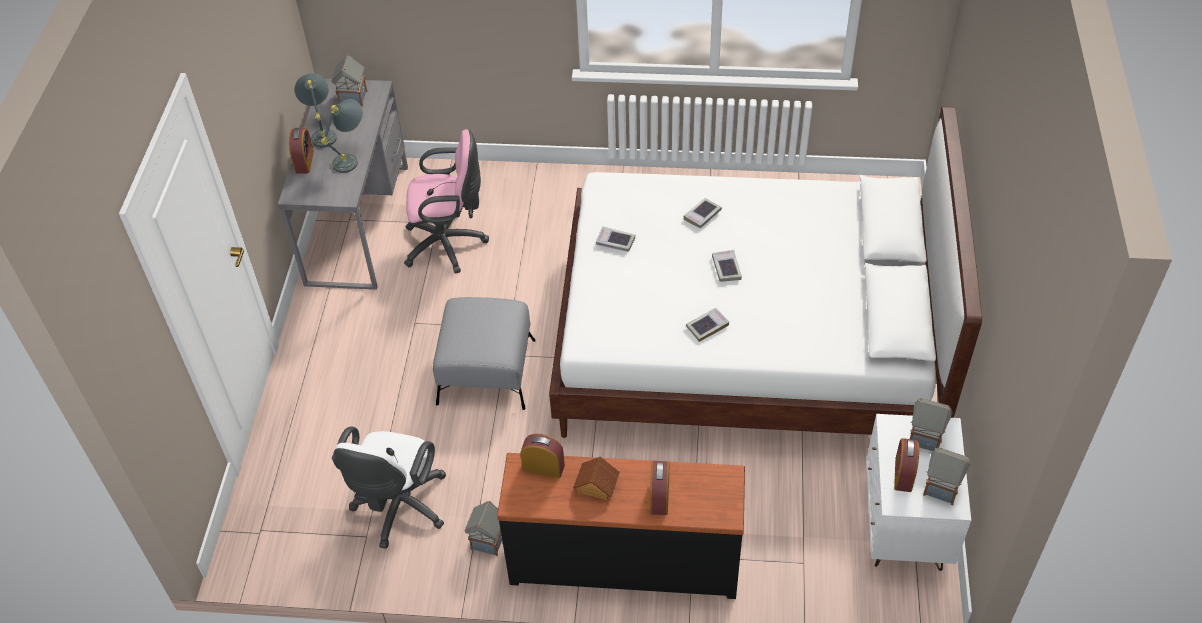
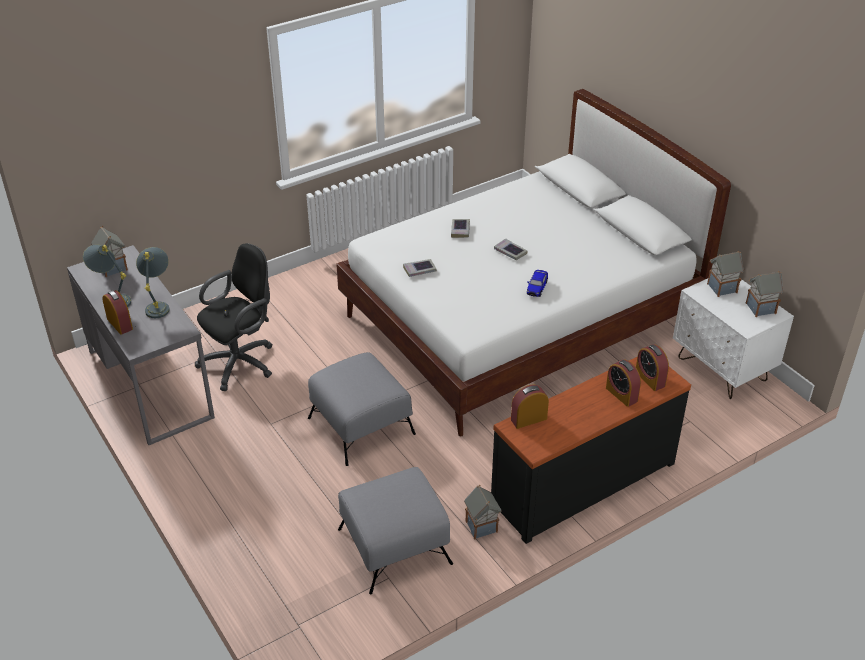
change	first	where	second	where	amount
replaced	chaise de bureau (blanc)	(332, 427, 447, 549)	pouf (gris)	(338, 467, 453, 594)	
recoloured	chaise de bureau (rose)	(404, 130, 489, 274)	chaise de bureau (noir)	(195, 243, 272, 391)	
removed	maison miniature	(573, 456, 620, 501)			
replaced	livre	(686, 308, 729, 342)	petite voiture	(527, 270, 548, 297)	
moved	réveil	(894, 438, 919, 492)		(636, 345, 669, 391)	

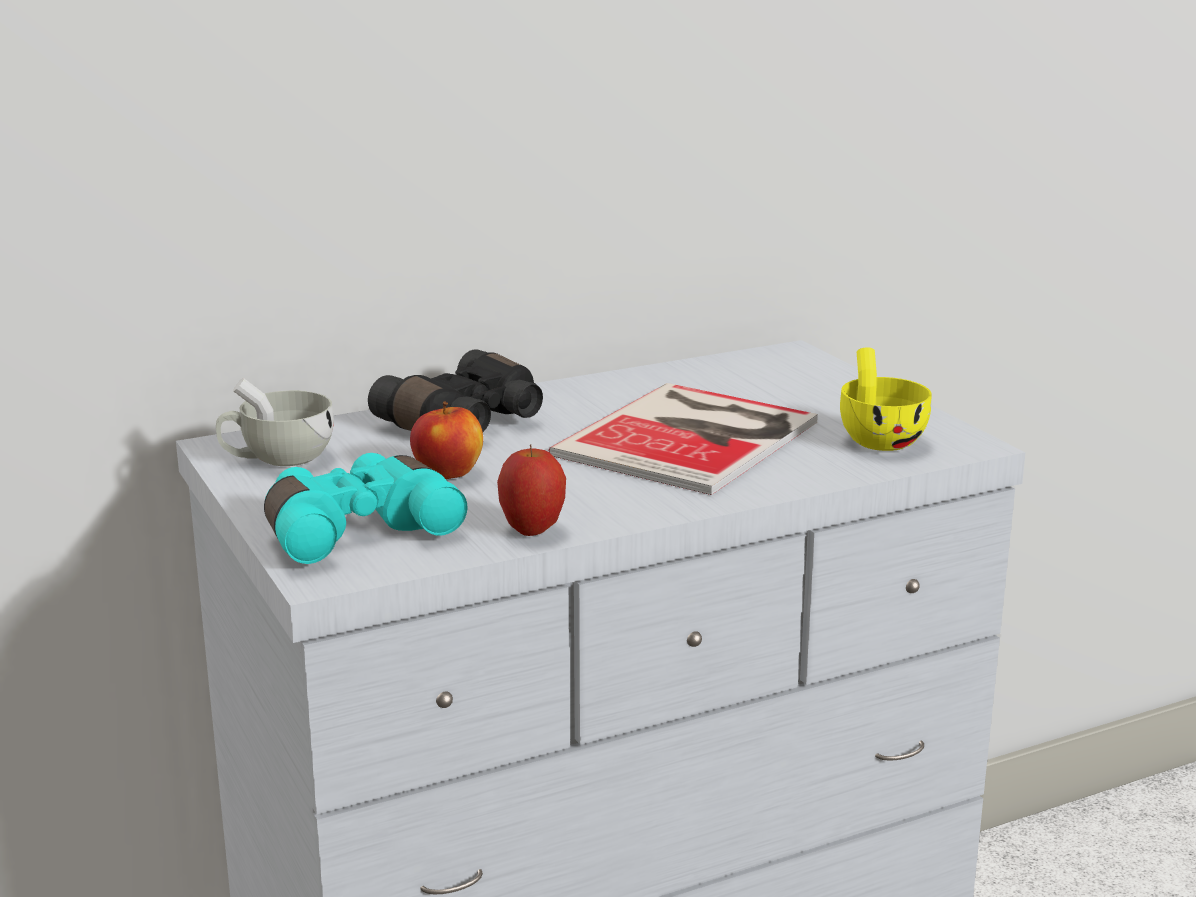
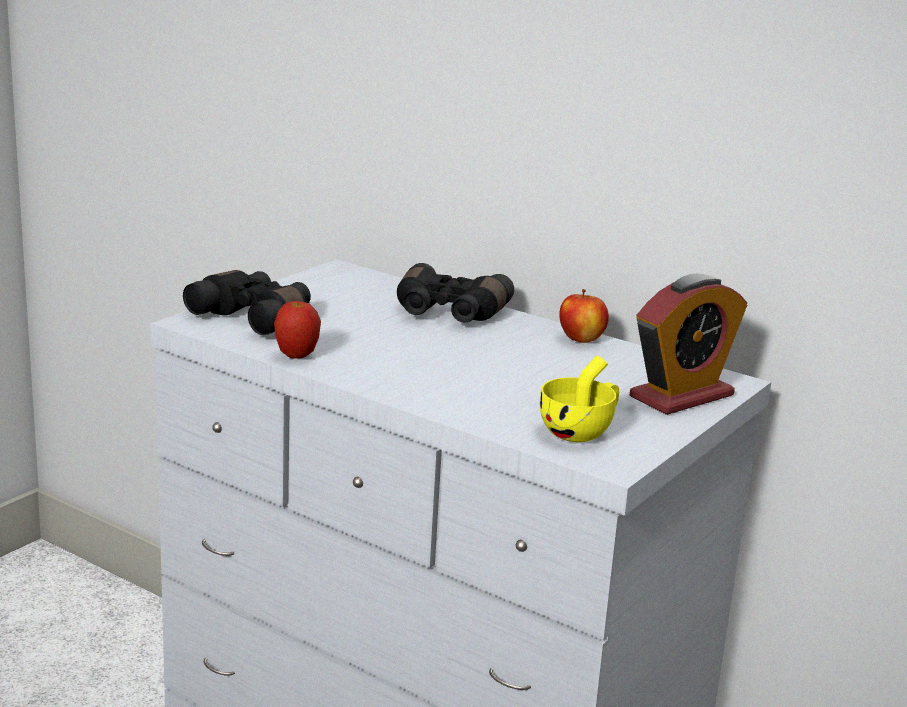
change	first	where	second	where	amount
removed	tasse (blanc)	(216, 378, 334, 466)			
recoloured	jumelles (turquoise)	(264, 453, 467, 564)	jumelles (noir)	(183, 270, 311, 335)	
moved	pomme	(410, 402, 483, 479)		(559, 289, 609, 343)	
removed	livre	(549, 383, 818, 495)			
added			réveil	(630, 274, 747, 415)	

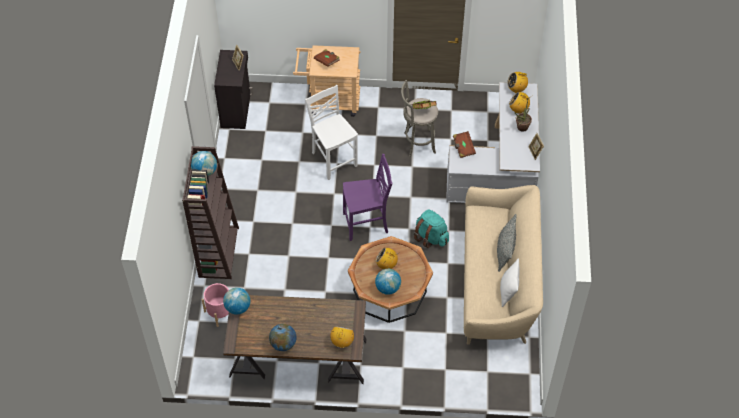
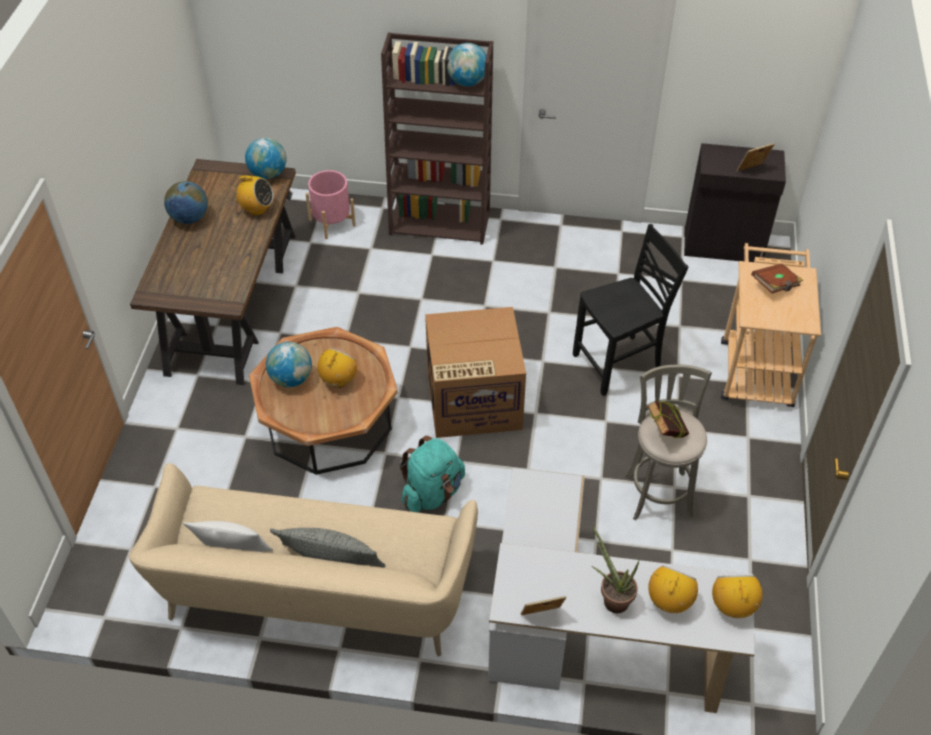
change	first	where	second	where	amount
recoloured	chaise (blanc)	(305, 85, 358, 180)	chaise (noir)	(573, 224, 689, 396)	
moved	radio	(330, 326, 354, 348)		(233, 175, 274, 215)	
replaced	chaise (violet)	(343, 154, 392, 241)	carton	(425, 307, 526, 438)	
removed	livre (marron)	(453, 131, 476, 158)			

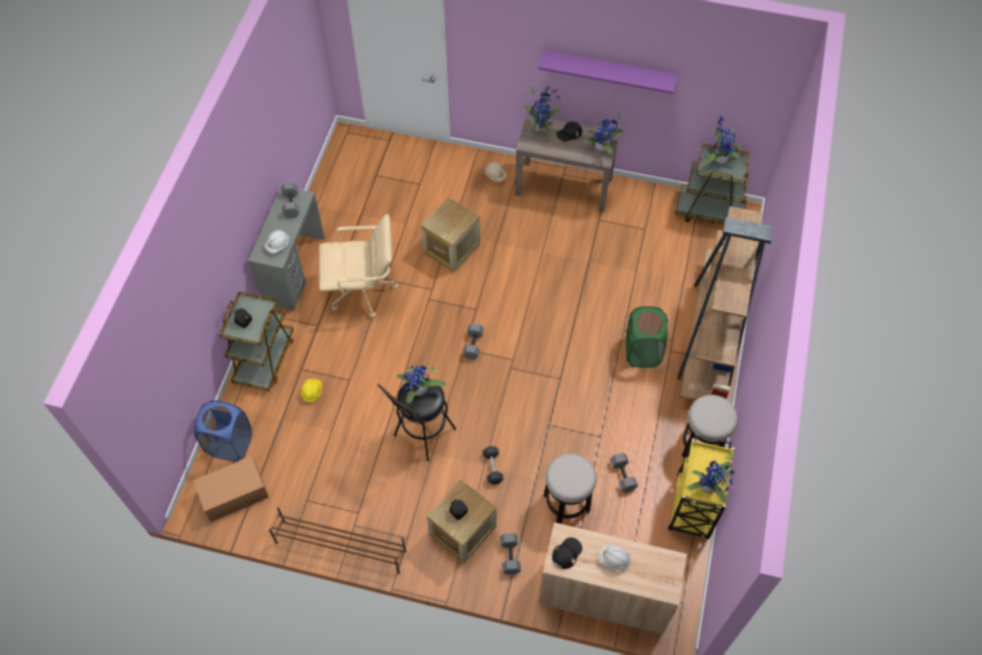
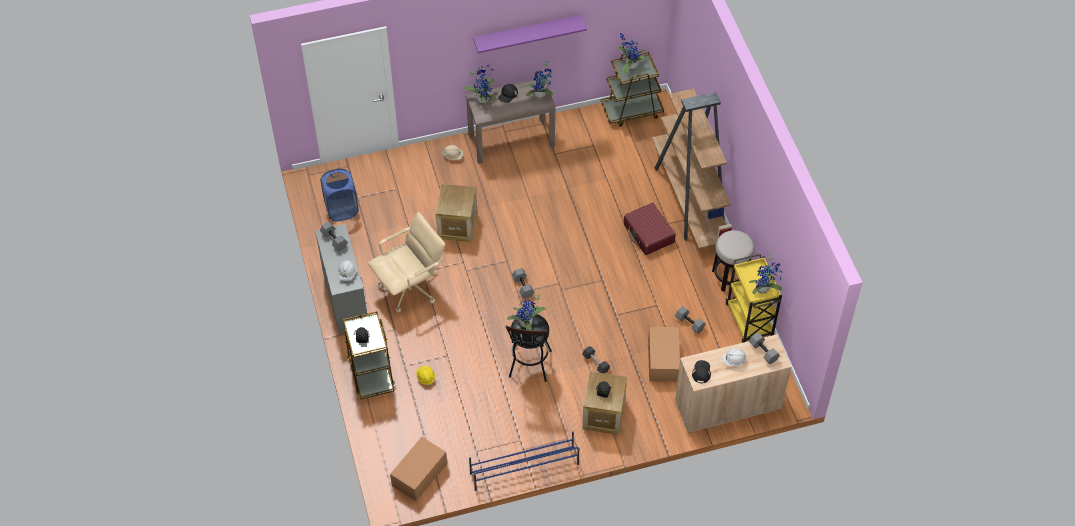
change	first	where	second	where	amount
moved	panier à linge (bleu)	(194, 400, 252, 462)		(321, 169, 359, 222)	
recoloured	étagère à chaussures (marron)	(269, 507, 407, 574)	étagère à chaussures (bleu)	(469, 432, 580, 491)	
moved	haltère (gris)	(500, 533, 521, 575)		(749, 332, 780, 365)	
replaced	tabouret	(544, 453, 597, 524)	carton	(648, 327, 680, 382)	
replaced	panier à linge (vert)	(626, 307, 668, 368)	valise (rouge)	(624, 203, 676, 255)	

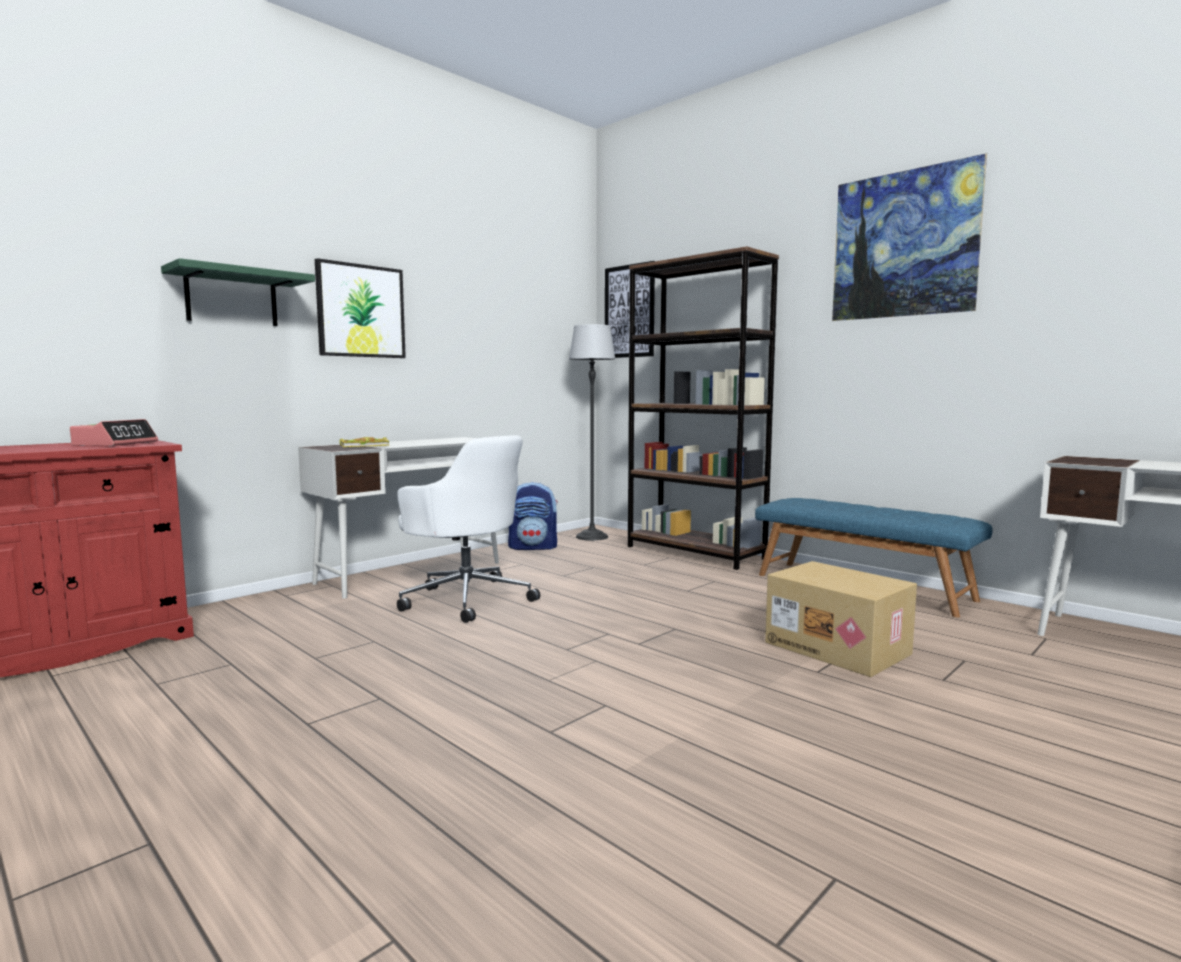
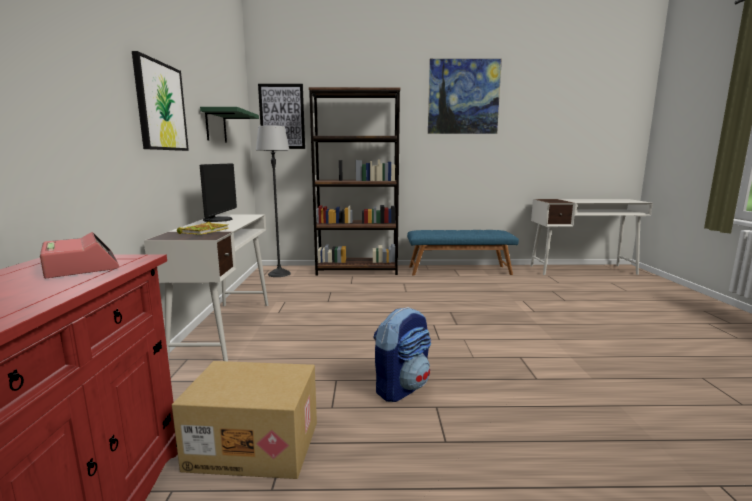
change	first	where	second	where	amount
moved	étagère (vert)	(161, 258, 315, 326)		(200, 107, 259, 142)	
removed	chaise de bureau (blanc)	(397, 435, 540, 623)			
moved	sac à dos	(508, 482, 558, 550)		(373, 307, 431, 402)	
moved	carton	(765, 561, 917, 677)		(172, 361, 317, 479)	
added			écran d'ordinateur	(200, 163, 237, 222)	

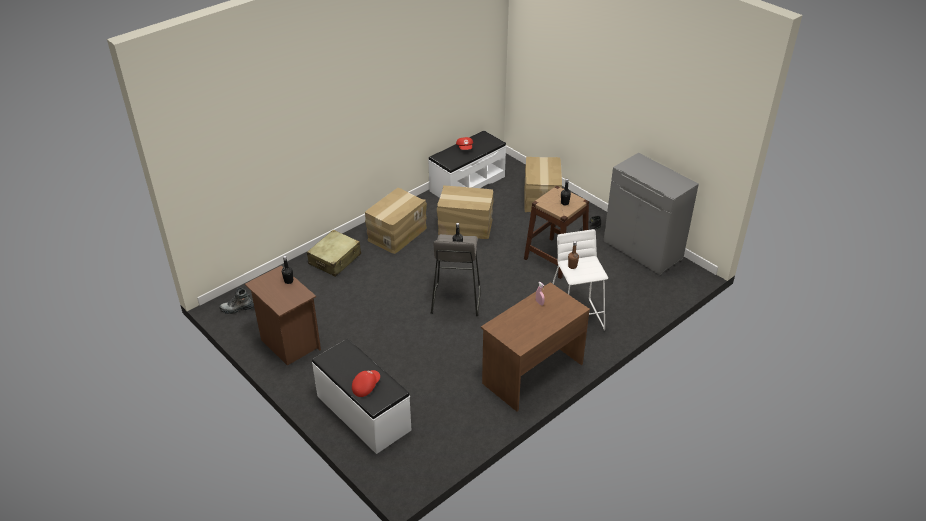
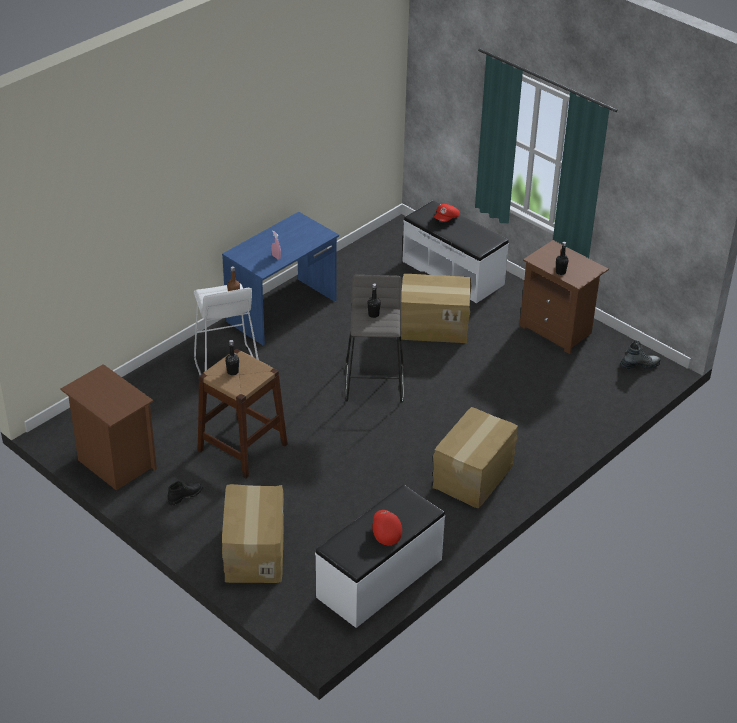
change	first	where	second	where	amount
removed	valise (beige)	(307, 230, 361, 277)			
moved	carton	(437, 186, 494, 239)		(401, 274, 471, 343)	
recoloured	bureau (marron)	(481, 282, 590, 412)	bureau (bleu)	(222, 212, 339, 345)	
replaced	meuble de rangement (gris)	(604, 153, 699, 275)	table de chevet (marron)	(61, 364, 157, 490)	

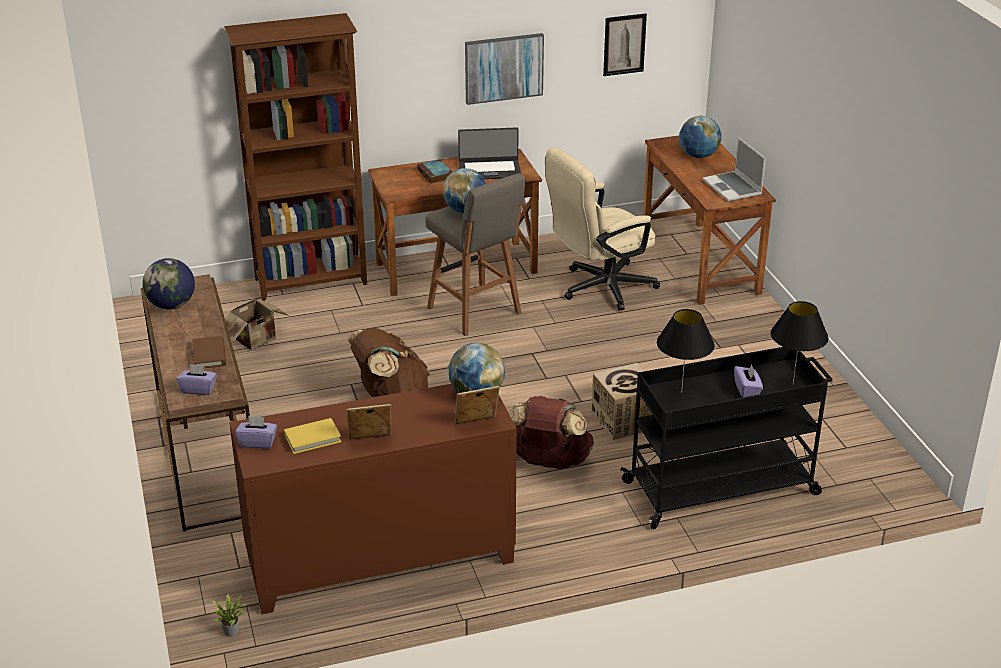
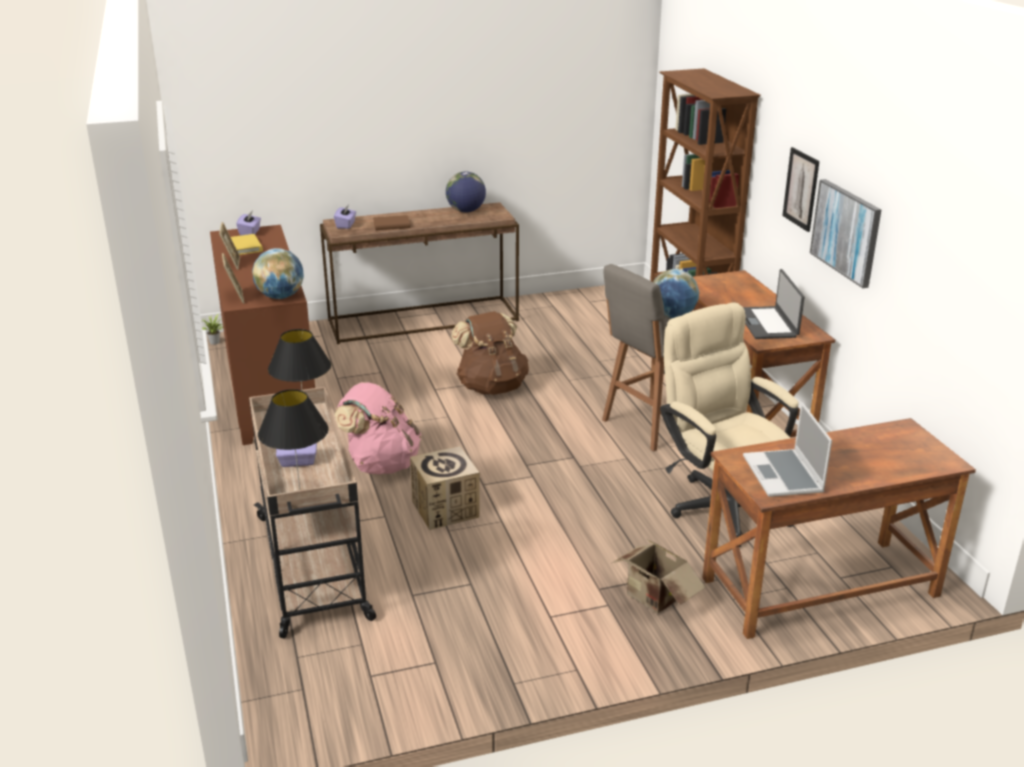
change	first	where	second	where	amount
moved	carton	(225, 296, 289, 350)		(612, 539, 705, 613)	
removed	livre	(417, 159, 452, 184)			
recoloured	sac à dos (marron)	(509, 396, 594, 469)	sac à dos (rose)	(335, 382, 421, 474)	
moved	tableau	(603, 13, 647, 76)		(782, 147, 819, 232)	
recoloured	chariot (noir)	(620, 347, 833, 529)	chariot (beige)	(249, 387, 376, 638)	
removed	globe	(679, 116, 722, 158)			
turned	ordinateur portable	(703, 137, 766, 202)		(743, 402, 832, 497)	75 degrees counterclockwise

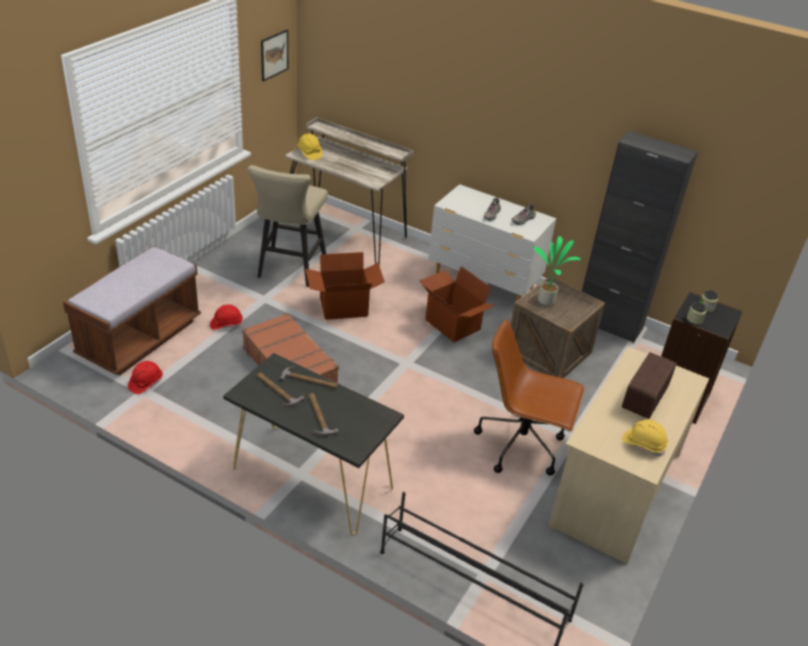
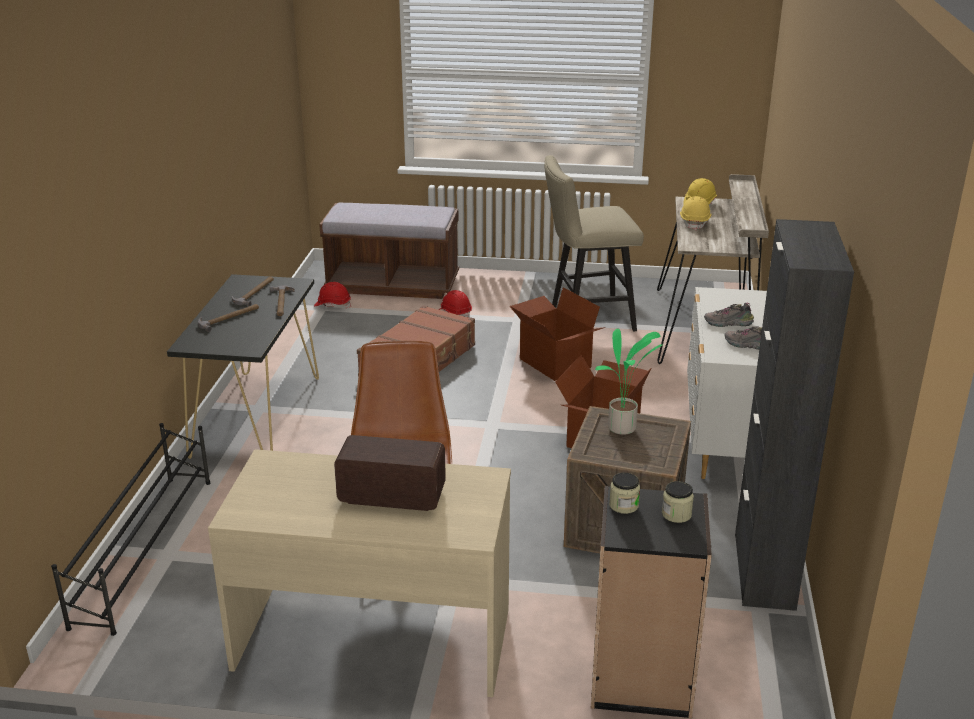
change	first	where	second	where	amount
removed	tableau	(261, 29, 288, 81)			
moved	casque de chantier (jaune)	(622, 420, 668, 456)		(680, 196, 711, 230)	

